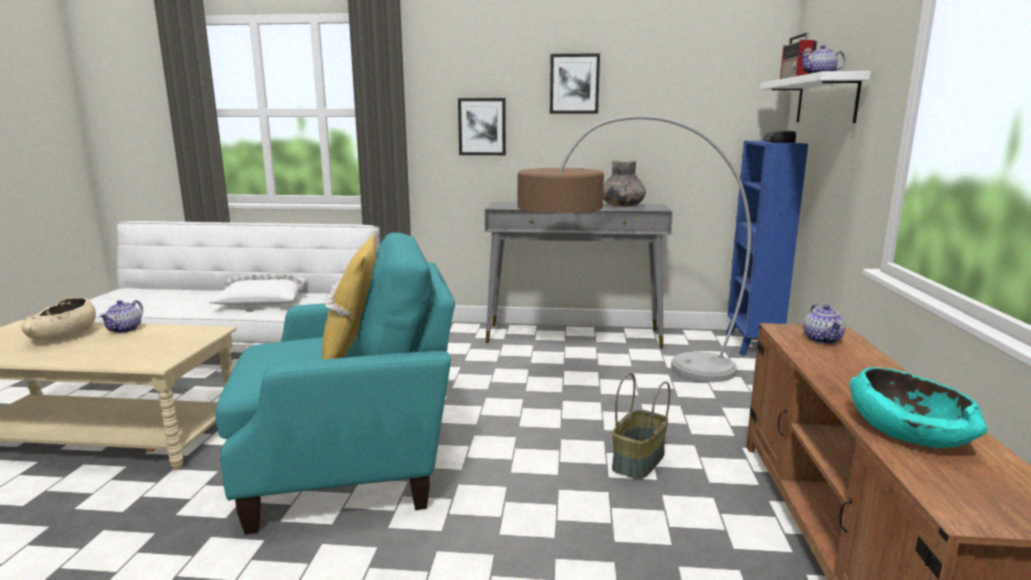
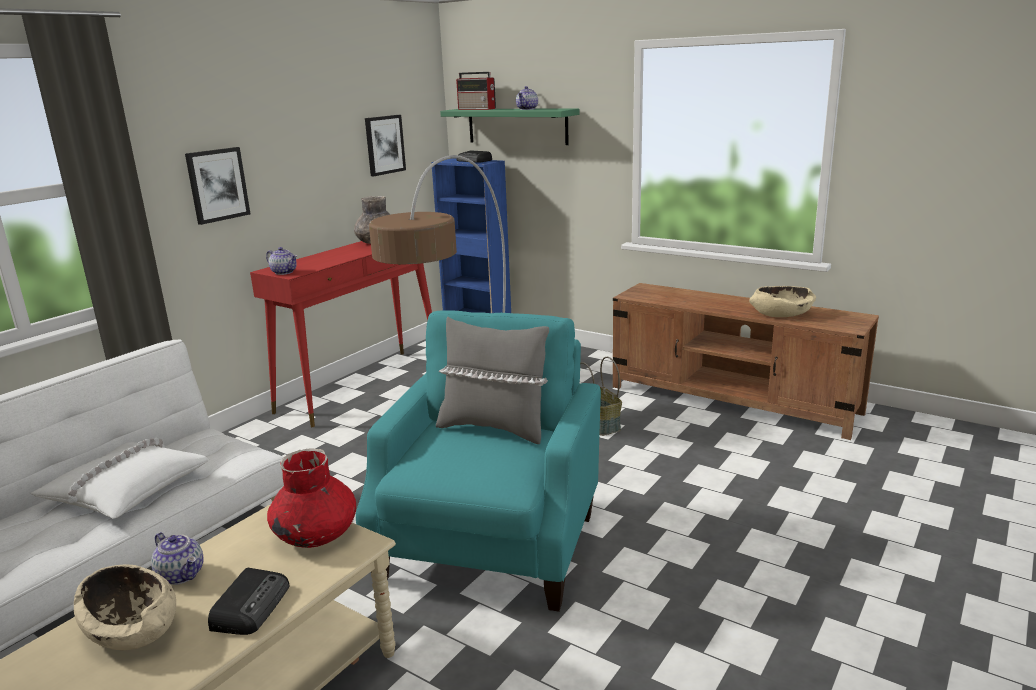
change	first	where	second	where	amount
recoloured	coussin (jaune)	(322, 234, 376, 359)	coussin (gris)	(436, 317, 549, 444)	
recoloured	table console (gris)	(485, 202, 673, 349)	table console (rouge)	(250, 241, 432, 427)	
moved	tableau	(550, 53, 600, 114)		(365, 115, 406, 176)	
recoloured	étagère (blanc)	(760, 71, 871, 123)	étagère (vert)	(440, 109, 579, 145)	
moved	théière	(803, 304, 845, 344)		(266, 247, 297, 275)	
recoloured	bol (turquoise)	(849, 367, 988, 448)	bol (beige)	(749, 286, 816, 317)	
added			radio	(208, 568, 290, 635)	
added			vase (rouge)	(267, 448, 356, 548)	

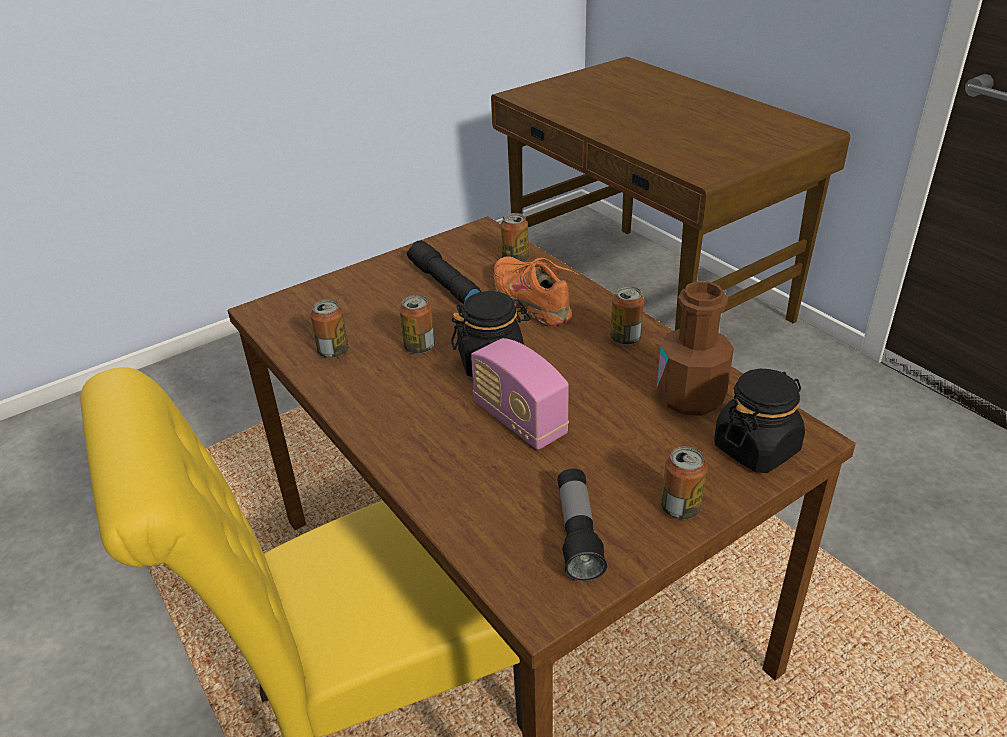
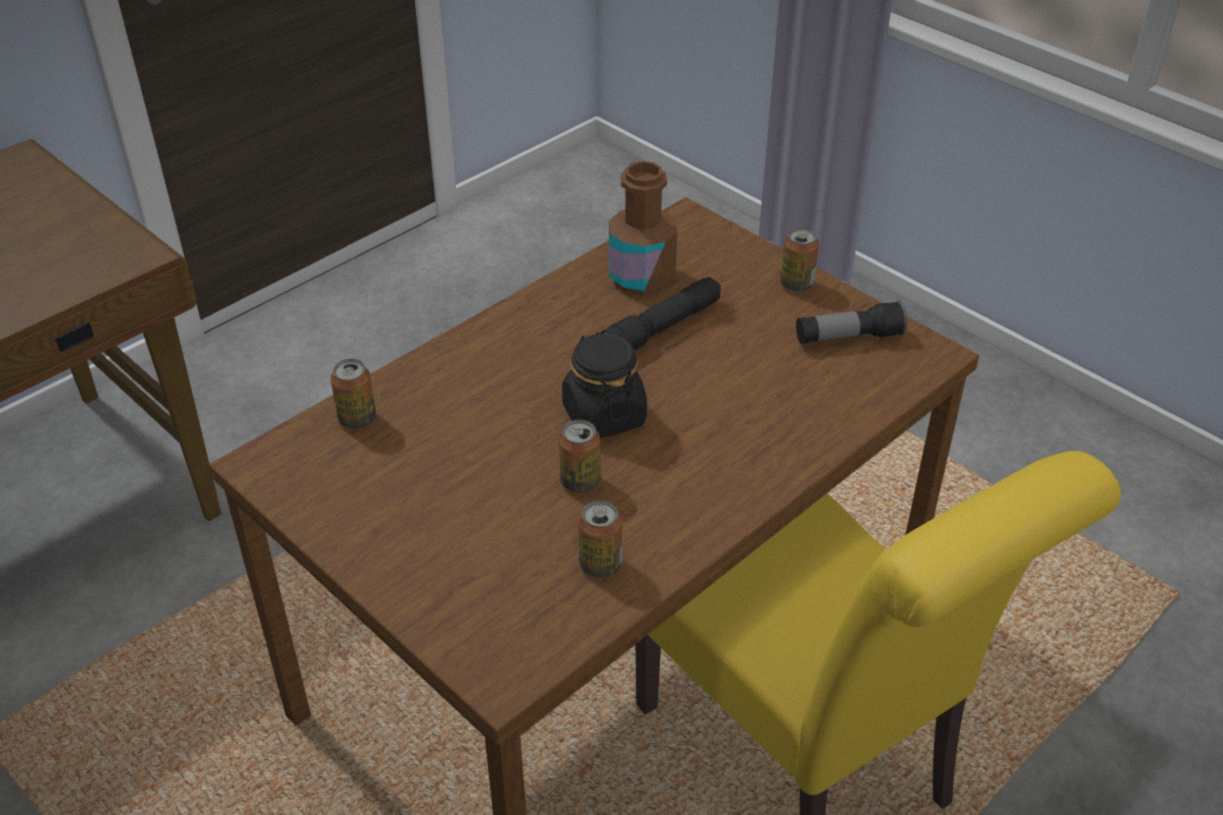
change	first	where	second	where	amount
moved	lampe de poche (noir)	(407, 240, 481, 304)		(600, 277, 721, 350)	
removed	radio	(471, 338, 569, 450)			
removed	chaussure (orange)	(493, 256, 578, 326)			
removed	boîte métallique	(610, 286, 644, 345)			
removed	bocal (noir)	(714, 369, 805, 473)			

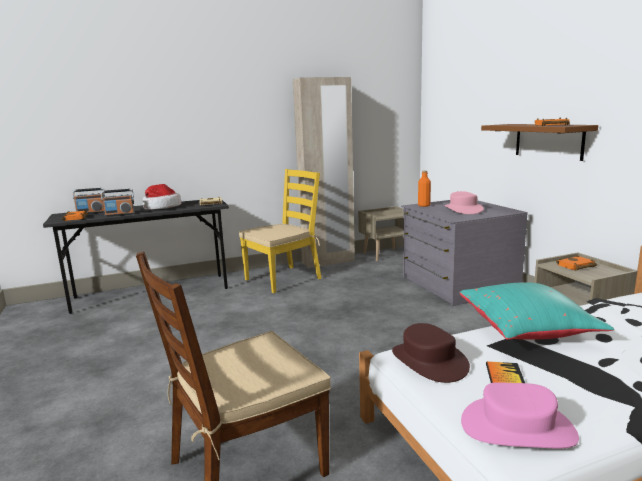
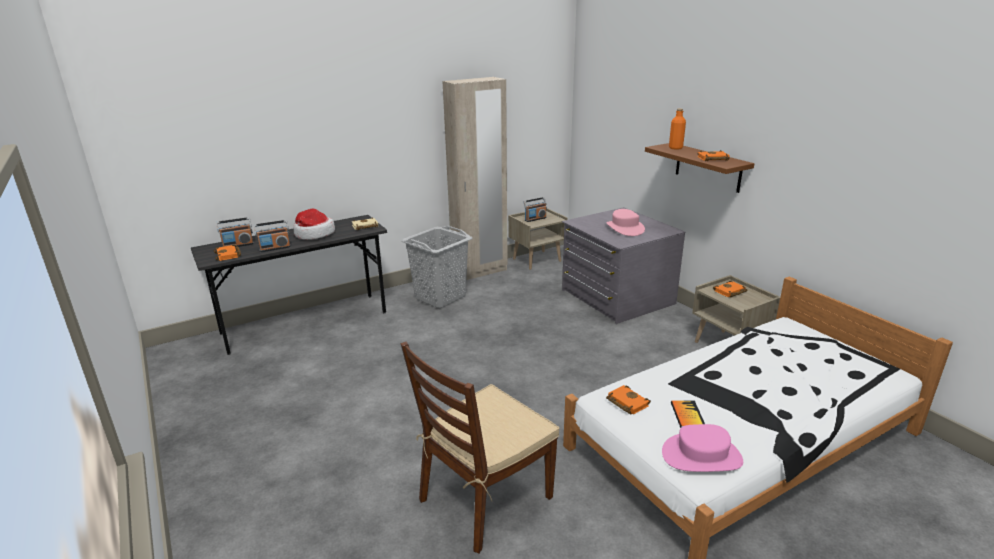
change	first	where	second	where	amount
replaced	chaise (jaune)	(239, 169, 322, 293)	panier à linge (gris)	(401, 226, 472, 308)	
replaced	chapeau (marron)	(392, 323, 470, 383)	livre (orange)	(606, 385, 651, 415)	
moved	bouteille (orange)	(418, 171, 431, 207)		(669, 108, 686, 150)	
removed	coussin (turquoise)	(460, 282, 614, 340)			
added			radio	(523, 197, 547, 222)	

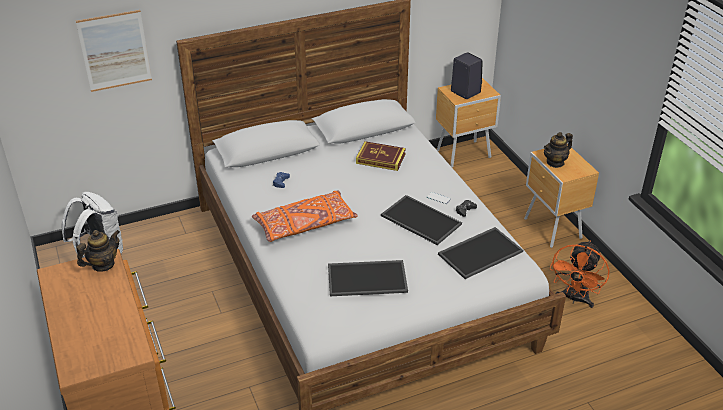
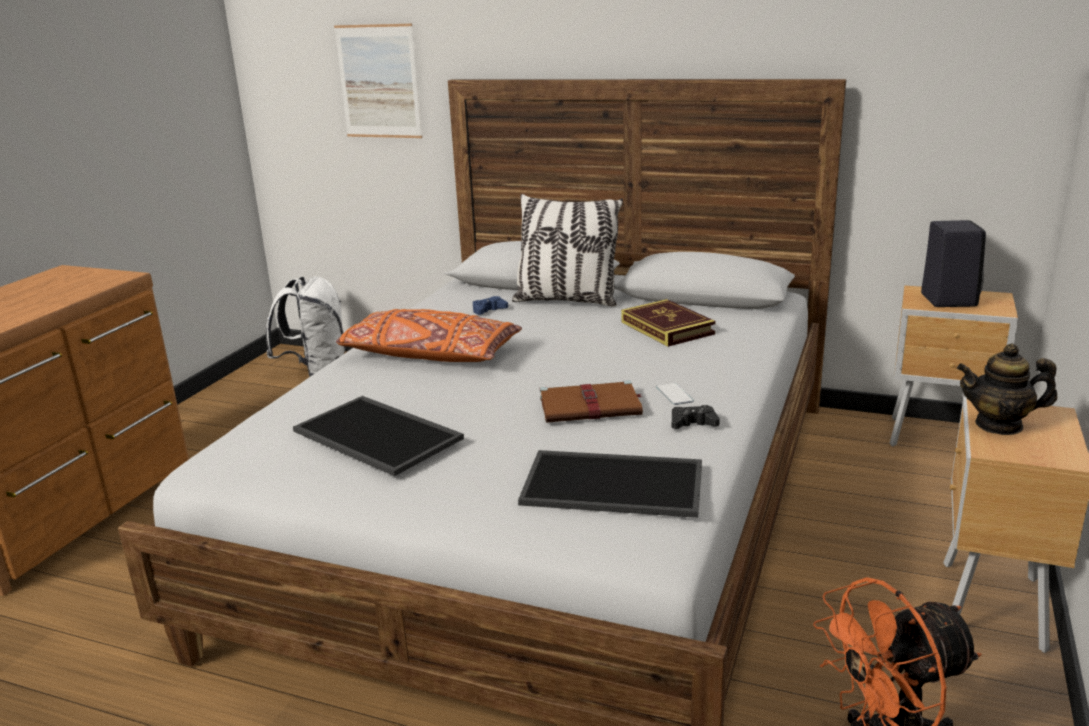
change	first	where	second	where	amount
removed	théière	(76, 230, 120, 272)			
replaced	plateau	(381, 195, 462, 245)	livre (marron)	(540, 380, 643, 423)	
added			coussin	(512, 194, 623, 307)	

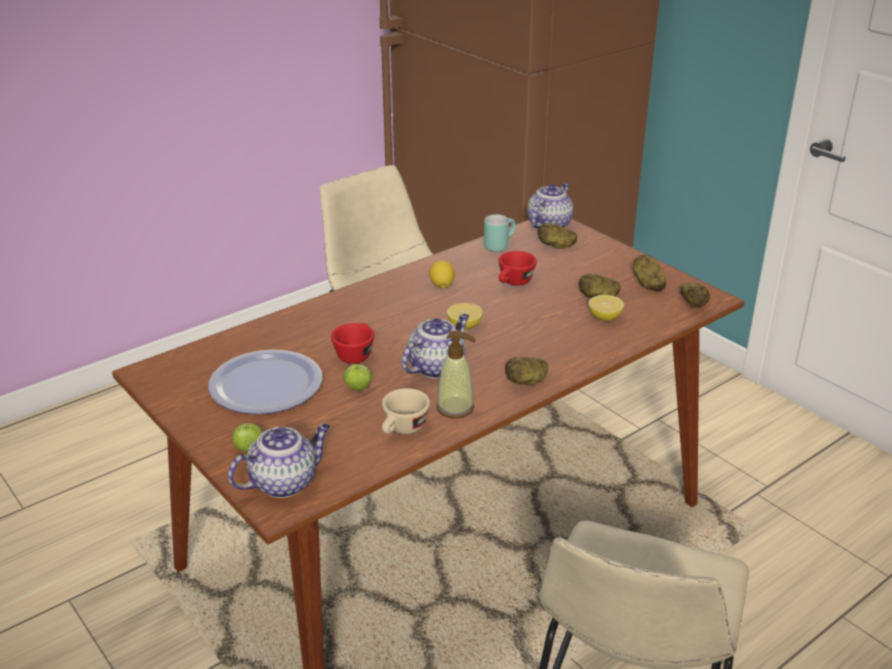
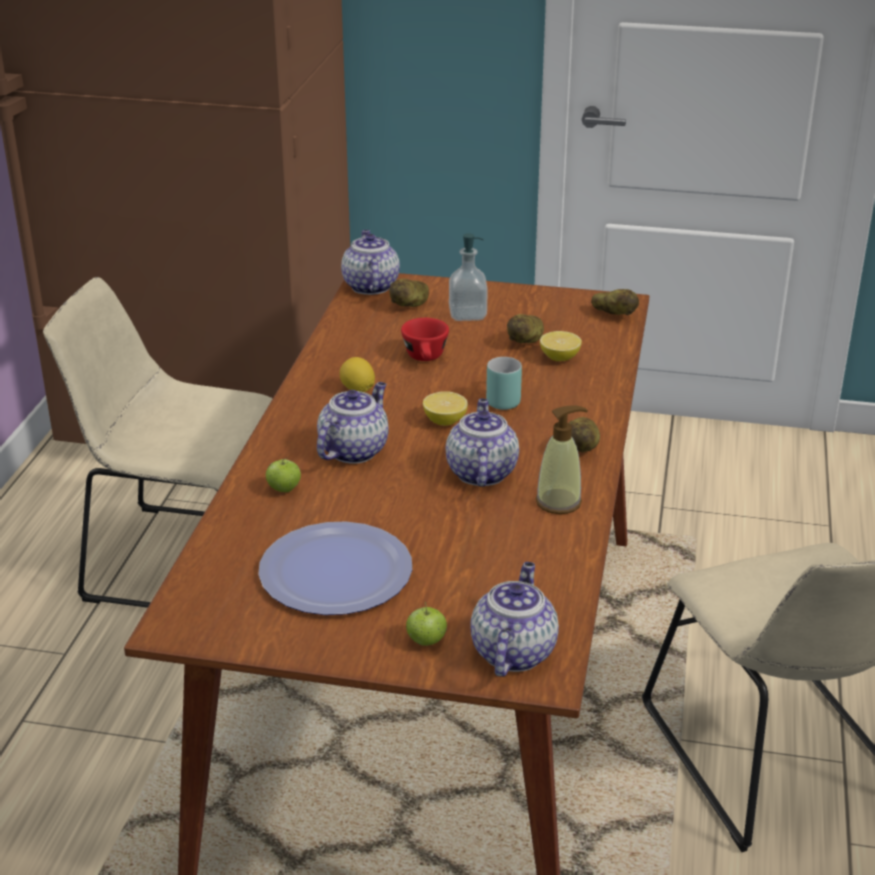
change	first	where	second	where	amount
removed	tasse (rouge)	(331, 323, 374, 364)			
moved	pomme	(343, 364, 372, 391)		(265, 457, 301, 492)	
removed	tasse (beige)	(382, 388, 430, 434)			
moved	mug (turquoise)	(484, 215, 516, 252)		(486, 357, 522, 410)	
removed	pomme de terre	(633, 255, 667, 291)			
added			théière	(317, 382, 388, 464)	
added			distributeur de savon	(449, 233, 488, 321)	

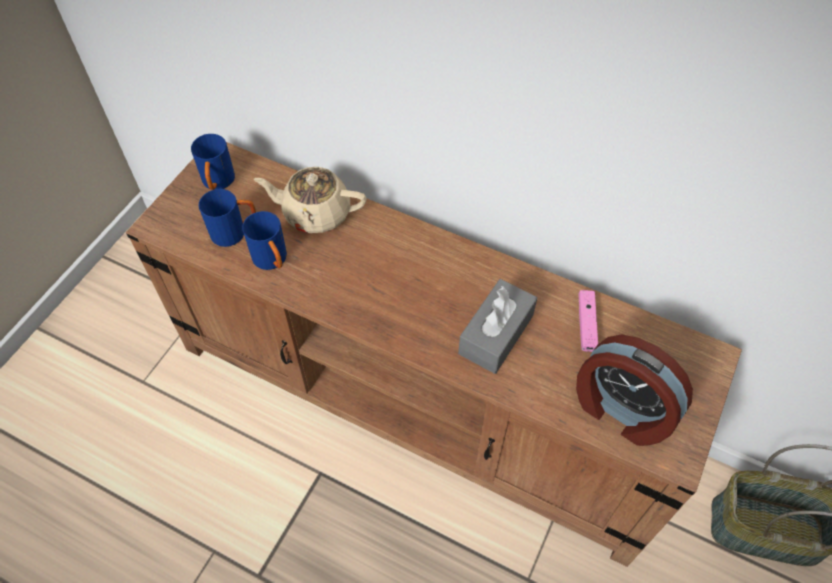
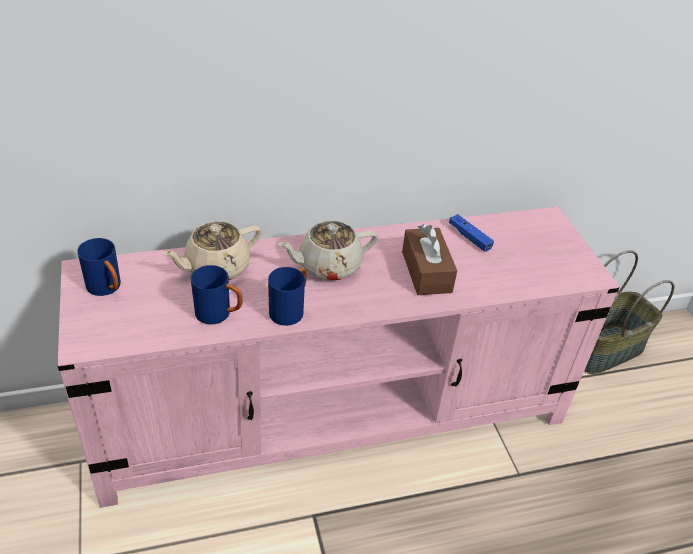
change	first	where	second	where	amount
recoloured	meuble télé (marron)	(126, 142, 742, 567)	meuble télé (rose)	(57, 207, 620, 508)	
moved	mug (bleu)	(199, 189, 256, 247)		(268, 267, 307, 326)	
recoloured	boîte à mouchoirs (gris)	(458, 279, 537, 374)	boîte à mouchoirs (marron)	(402, 224, 457, 295)	
removed	réveil	(576, 334, 693, 446)			
recoloured	manette (rose)	(578, 290, 598, 352)	manette (bleu)	(449, 214, 494, 252)	
added			théière (beige)	(277, 221, 378, 281)	

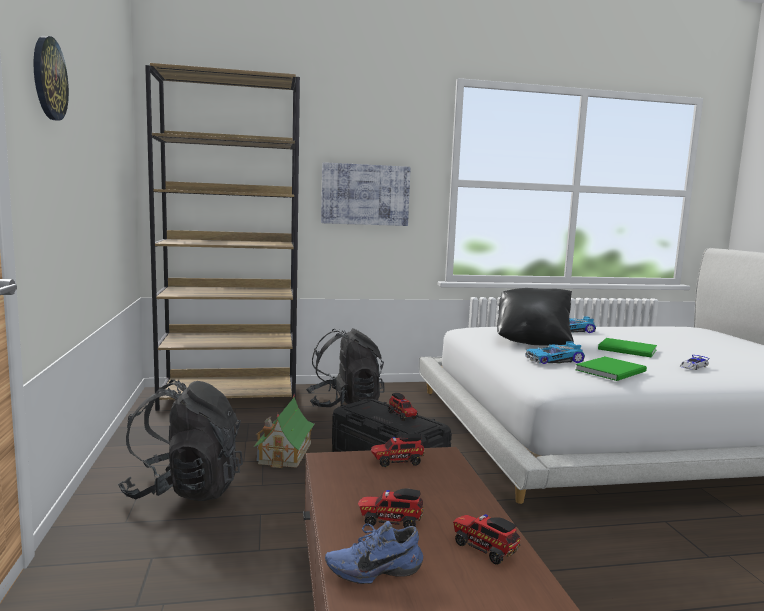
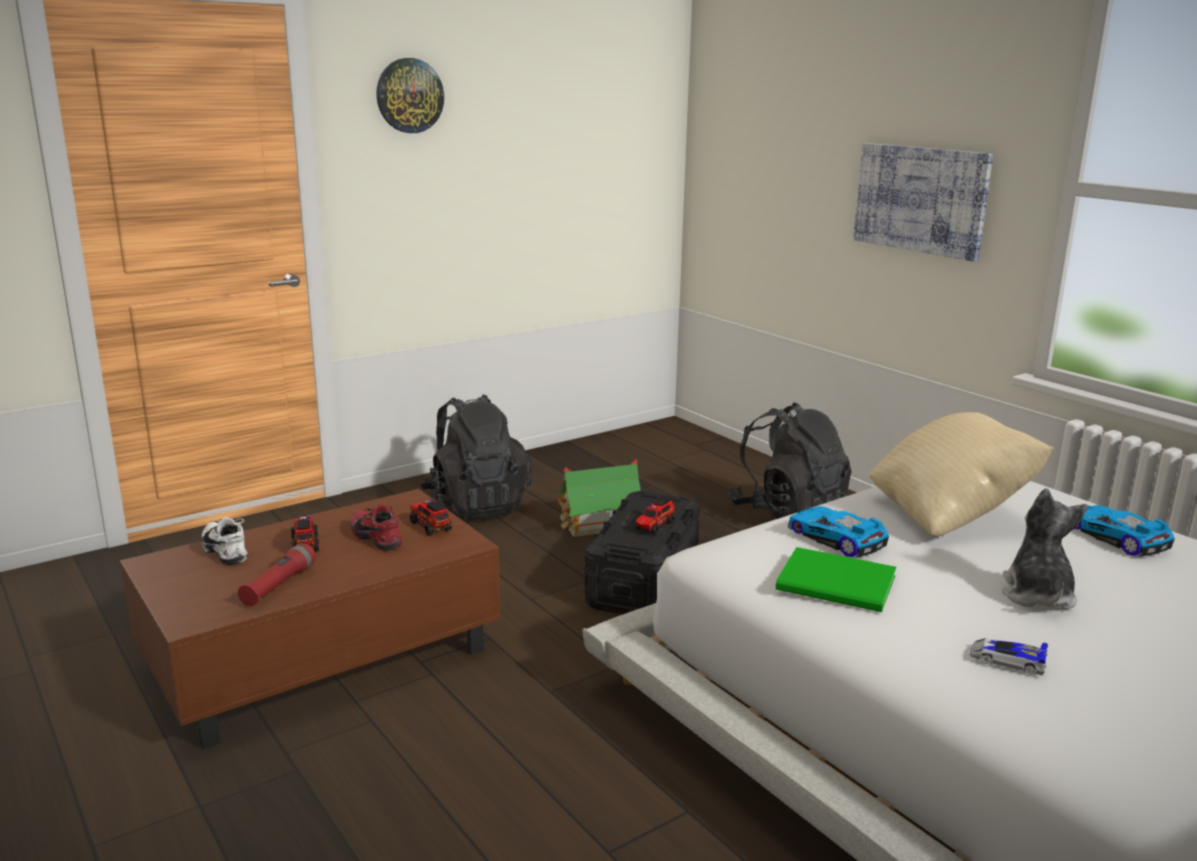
change	first	where	second	where	amount
removed	bibliothèque (marron)	(145, 63, 300, 411)			
recoloured	chaussure (bleu)	(325, 521, 423, 584)	chaussure (blanc)	(201, 517, 248, 565)	
replaced	camion jouet	(453, 514, 520, 565)	lampe de poche (rouge)	(238, 543, 316, 606)	
recoloured	coussin (noir)	(497, 288, 574, 346)	coussin (beige)	(869, 412, 1054, 537)	
replaced	livre (vert)	(598, 338, 657, 358)	peluche	(1002, 488, 1088, 609)	
added			chaussure (rouge)	(350, 505, 402, 550)	

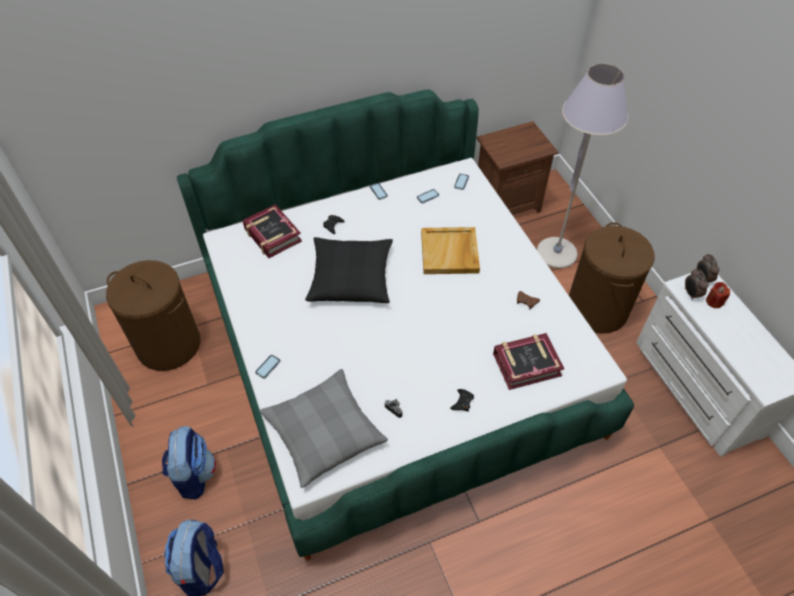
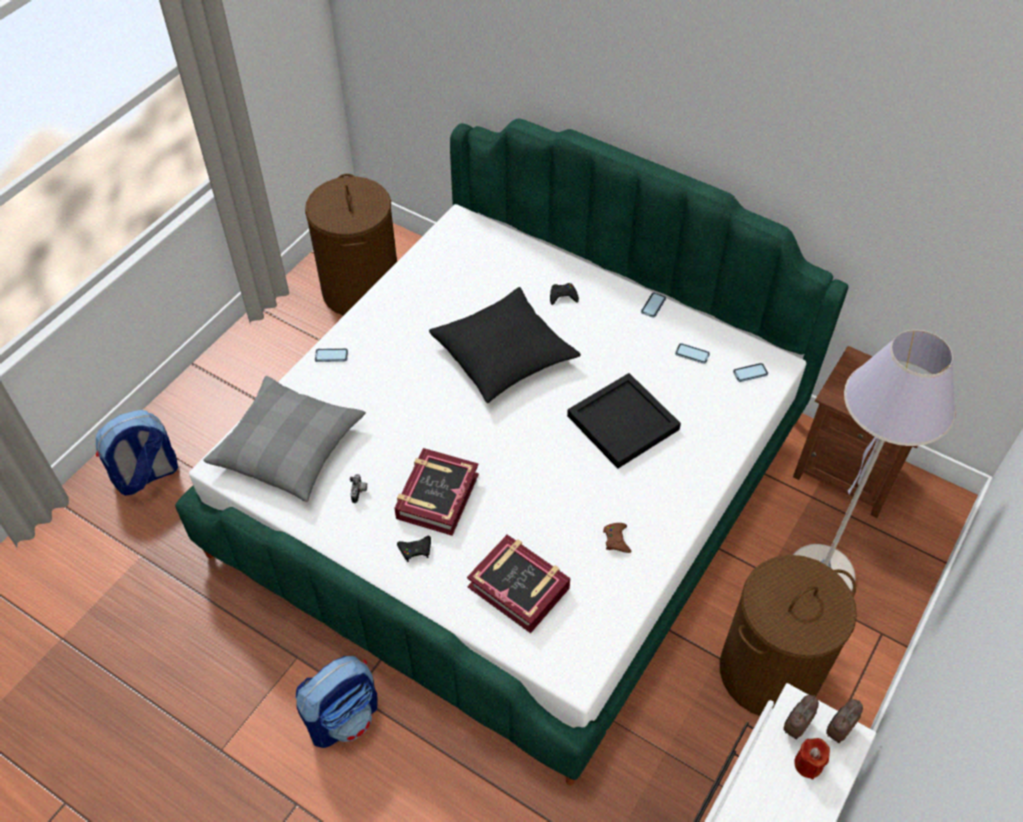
change	first	where	second	where	amount
moved	sac à dos	(162, 426, 216, 500)		(296, 656, 378, 748)	
moved	livre	(242, 204, 302, 258)		(394, 448, 479, 536)	
recoloured	plateau (beige)	(421, 227, 480, 274)	plateau (noir)	(567, 373, 681, 469)	

